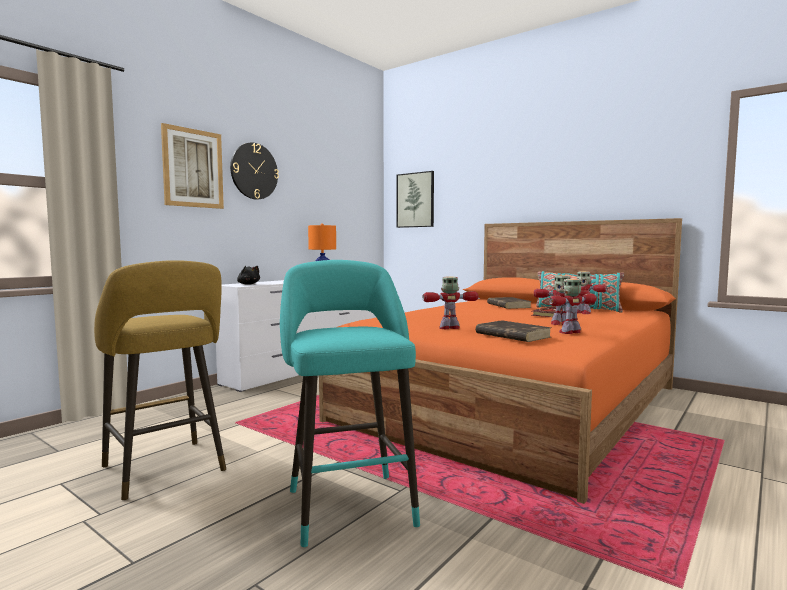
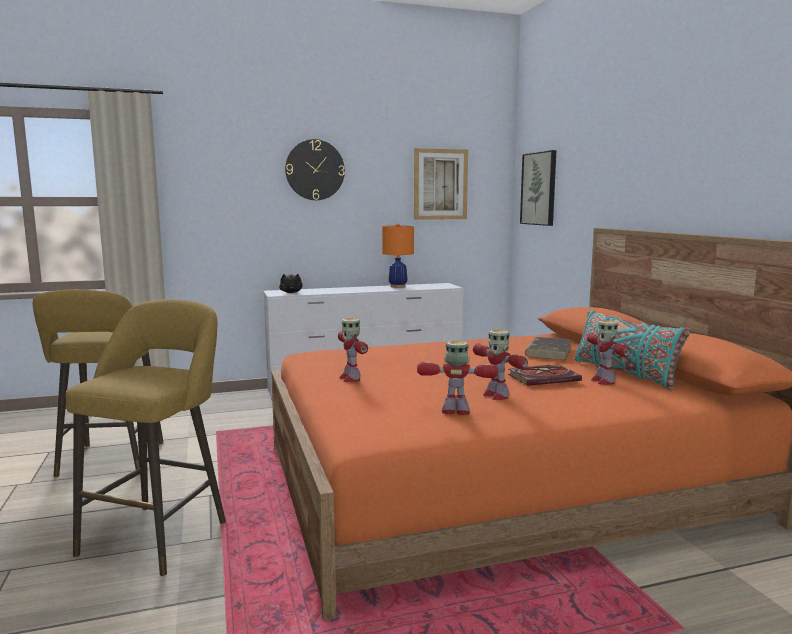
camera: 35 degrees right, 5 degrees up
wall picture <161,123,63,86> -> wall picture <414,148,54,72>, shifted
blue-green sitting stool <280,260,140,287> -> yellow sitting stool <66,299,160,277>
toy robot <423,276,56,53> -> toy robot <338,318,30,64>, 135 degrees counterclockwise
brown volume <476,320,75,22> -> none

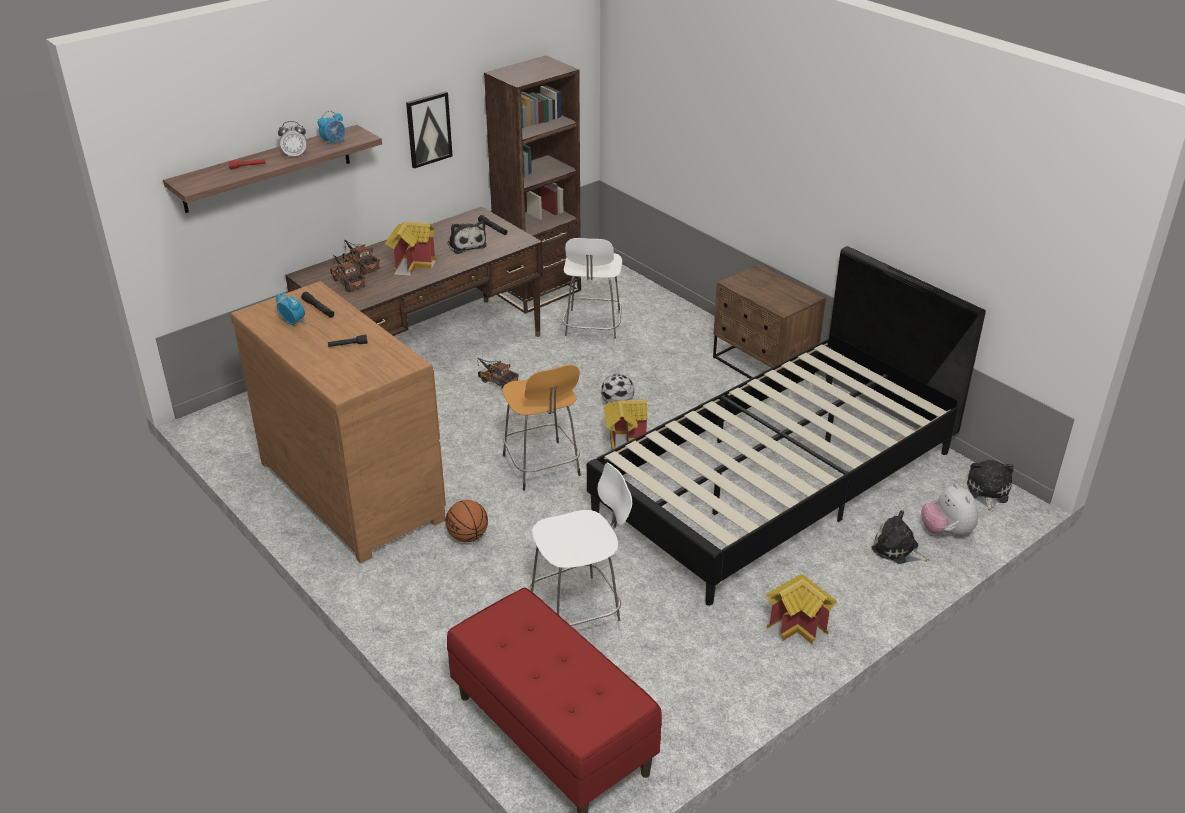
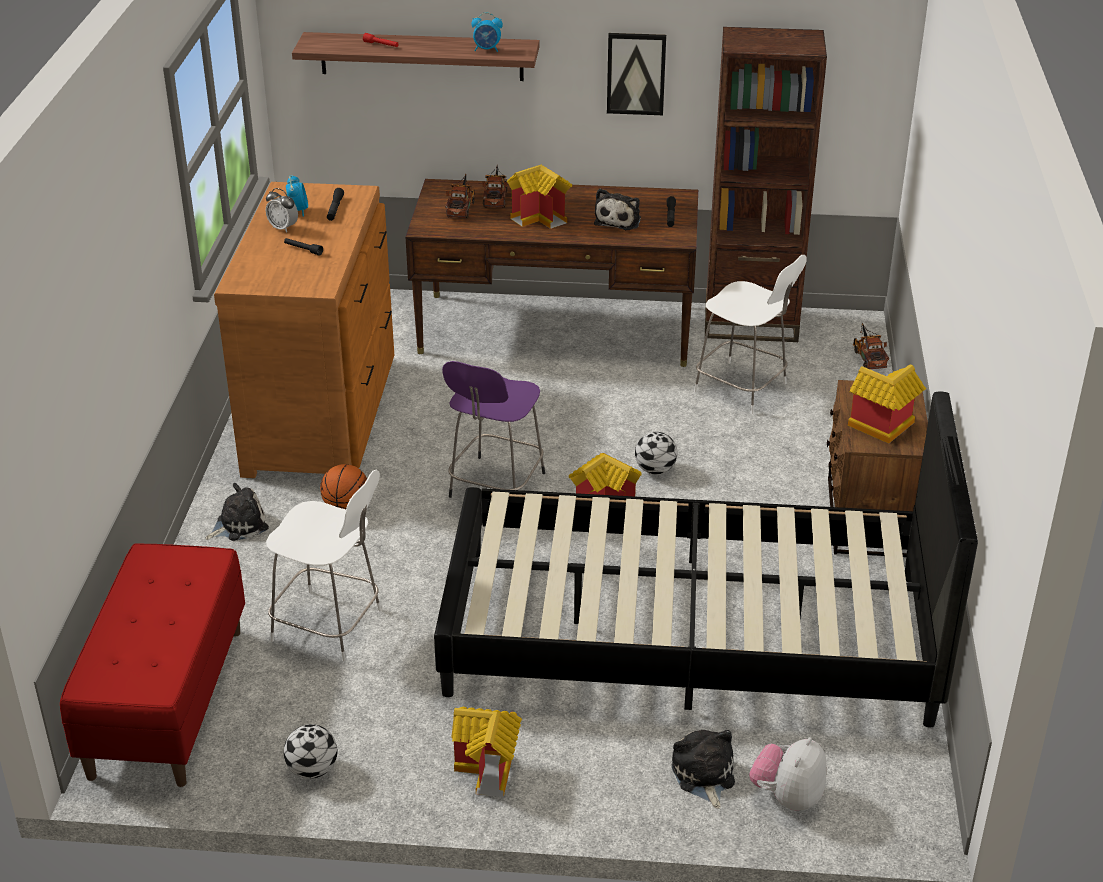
camera: 45 degrees right, 0 degrees up
alarm clock <278,121,28,37> -> alarm clock <266,188,32,45>, shifted
whitish upright chair <563,238,59,107> -> whitish upright chair <694,255,113,159>, 105 degrees counterclockwise
model truck <477,358,42,31> -> model truck <853,323,36,46>, shifted
orange-coloured sitting stool <502,365,79,126> -> purple sitting stool <442,361,103,137>
soft toy <967,460,47,52> -> soft toy <205,483,64,58>, shifted
none -> miniature house <848,364,78,79>
none -> ball for football <284,724,53,55>

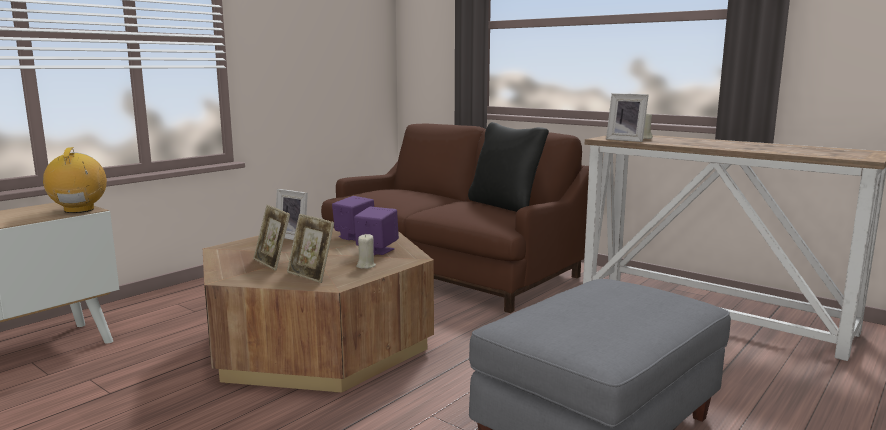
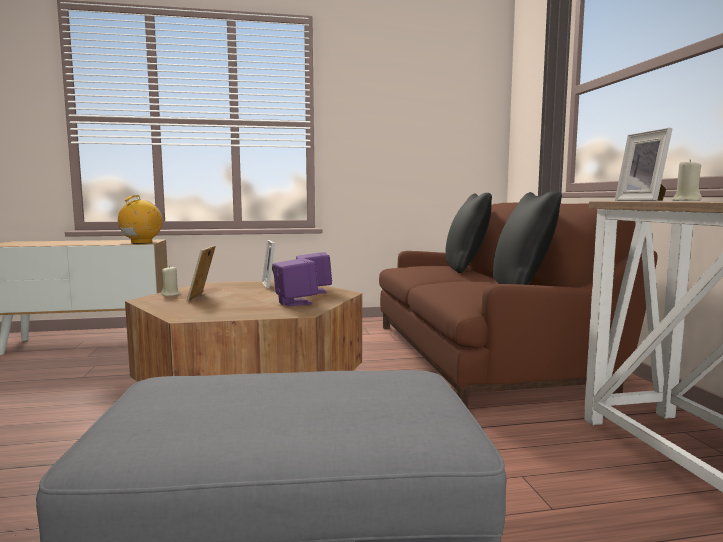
camera: 40 degrees right, 5 degrees down
standing frame <287,214,47,69> -> none
beige candle <356,234,20,35> -> beige candle <161,266,20,30>, shifted
none -> black-coloured cushion <445,193,47,80>

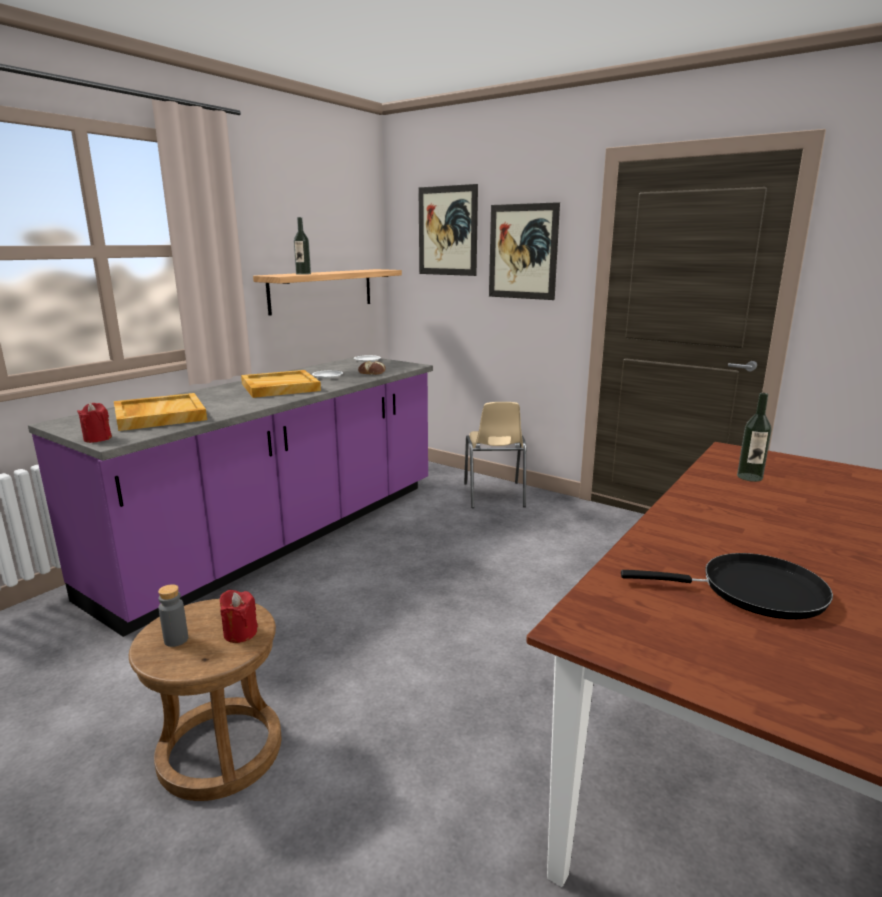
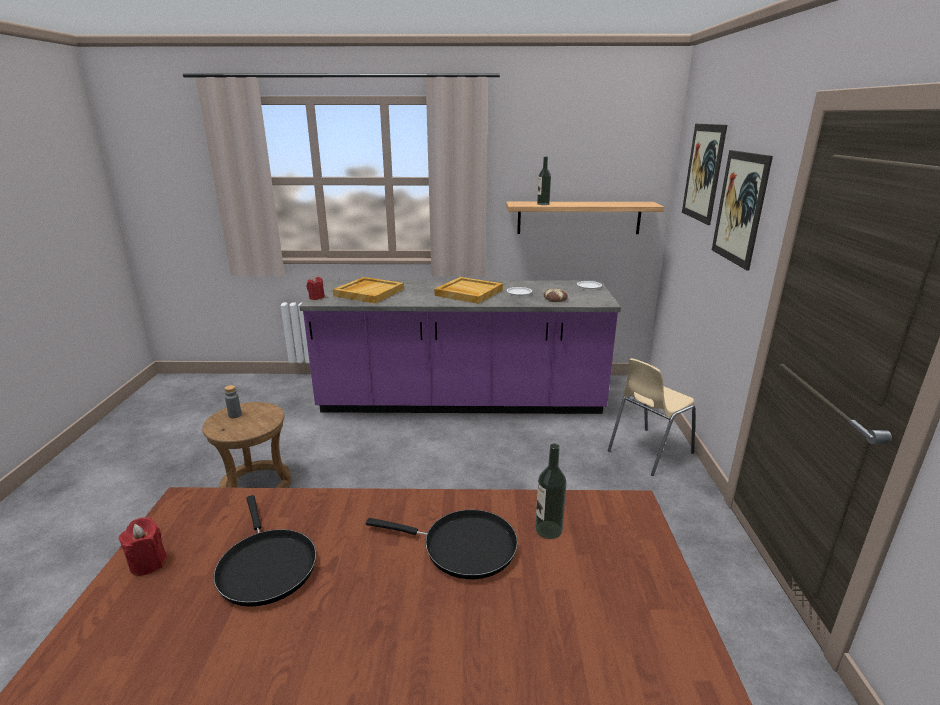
camera: 55 degrees right, 5 degrees up
reddish candle <220,590,38,53> -> reddish candle <118,517,49,59>, shifted
none -> black-coloured skillet <366,509,152,70>

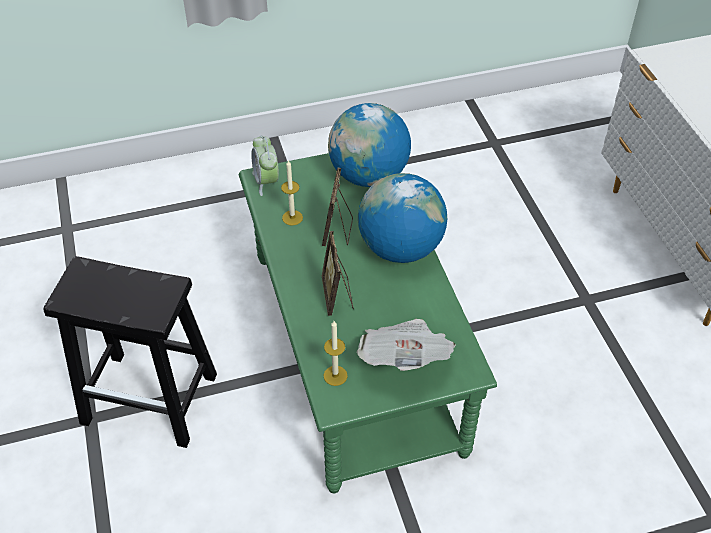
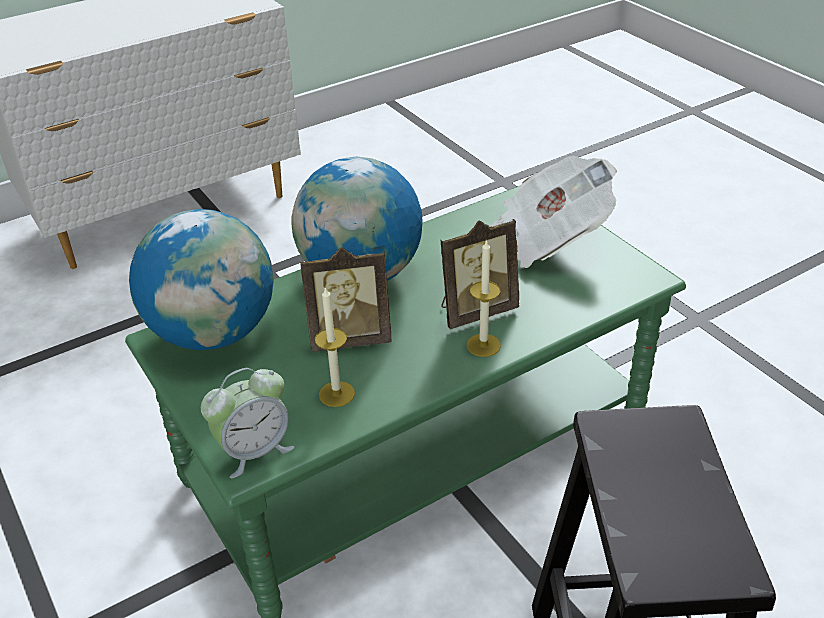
camera: 105 degrees left, 10 degrees down
candle <323,321,25,65> -> candle <467,239,34,118>, shifted

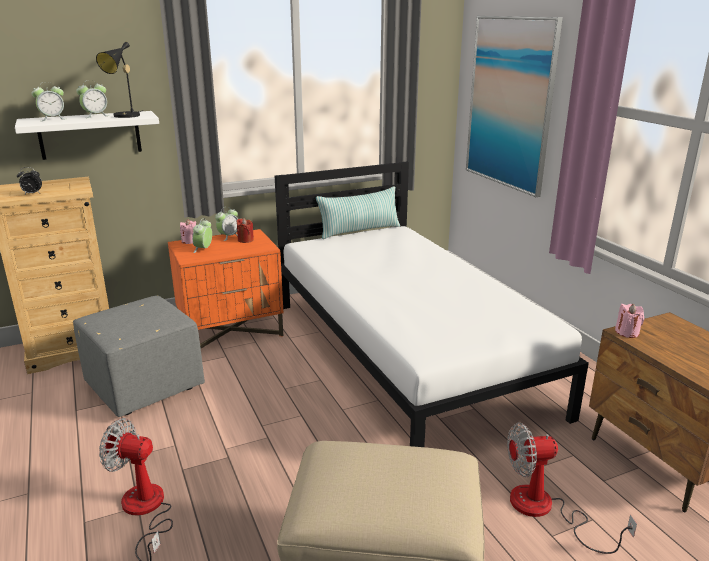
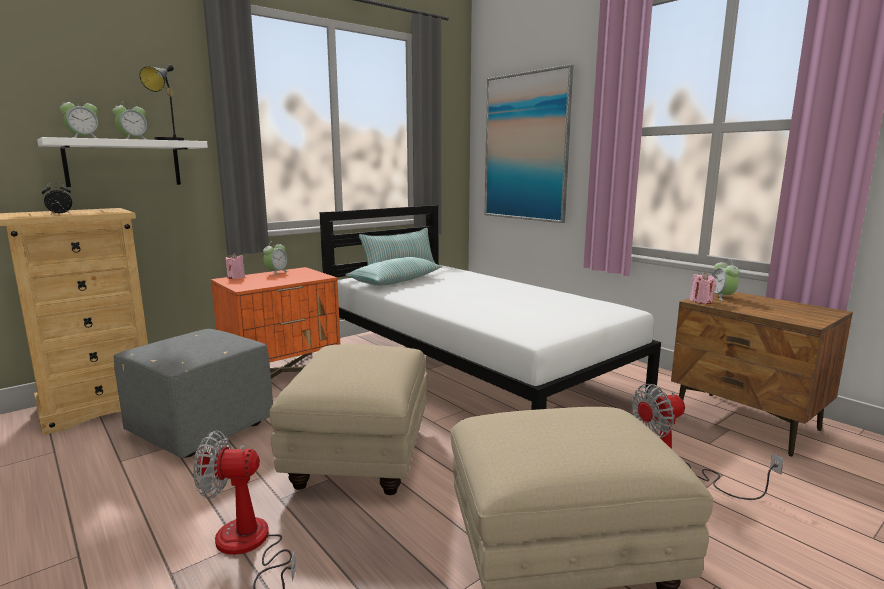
camera: 15 degrees left, 10 degrees down
alarm clock <192,218,20,35> -> alarm clock <712,259,27,42>, shifted
reddish candle <236,218,18,25> -> none
none -> cushion <345,257,97,29>
none -> beige footrest <270,344,157,151>

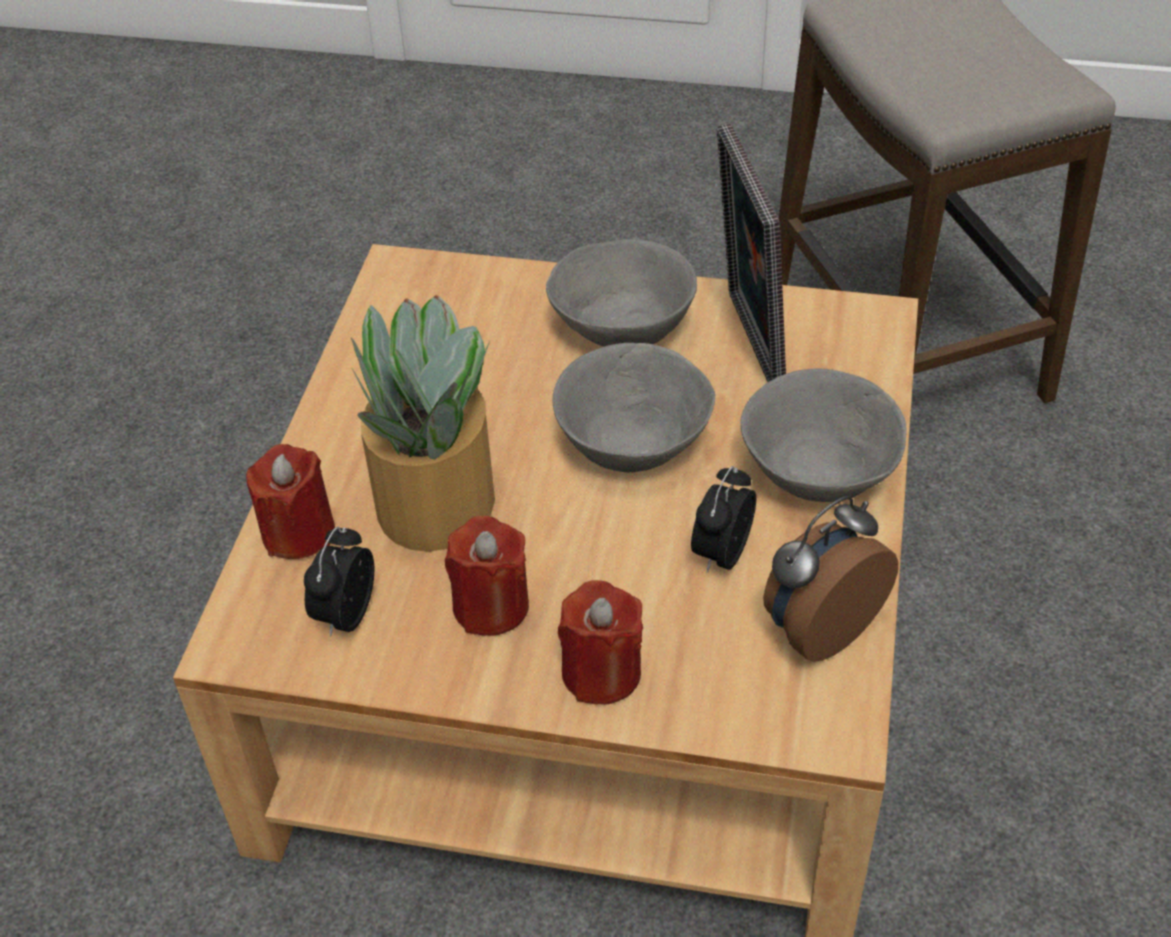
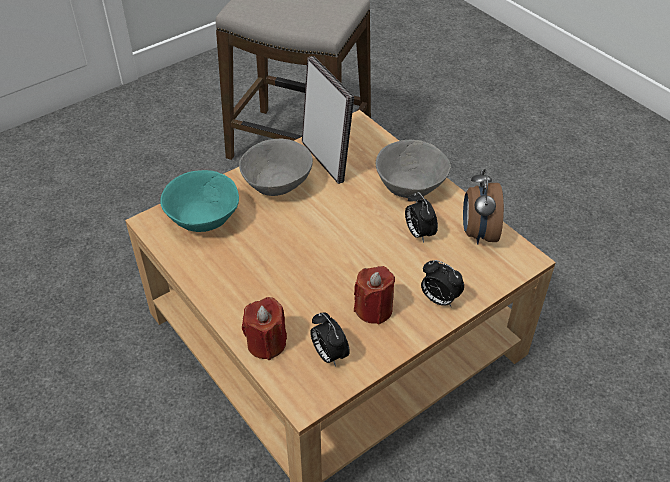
camera: 50 degrees left, 0 degrees up
standing frame <717,123,69,259> -> standing frame <302,56,52,128>, 150 degrees counterclockwise
plant in a pot <351,295,144,257> -> none
greyish deep dish <552,343,163,130> -> none
reddish candle <558,580,85,125> -> alarm clock <421,260,43,47>
none -> blue-green deep dish <160,170,79,62>

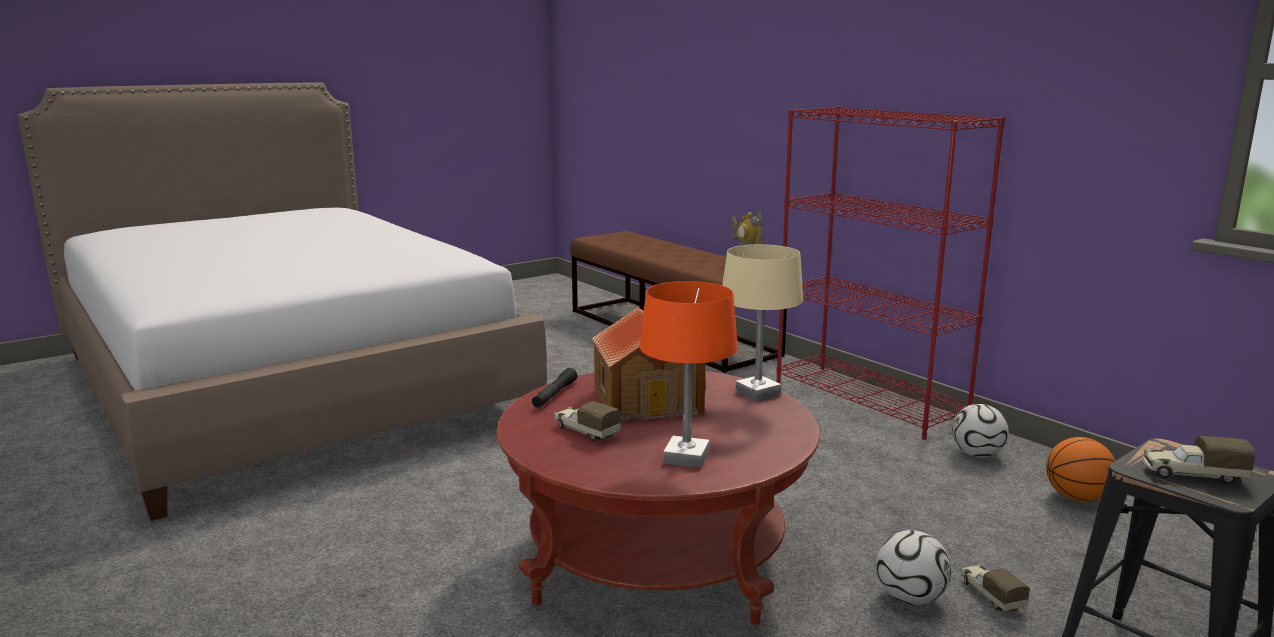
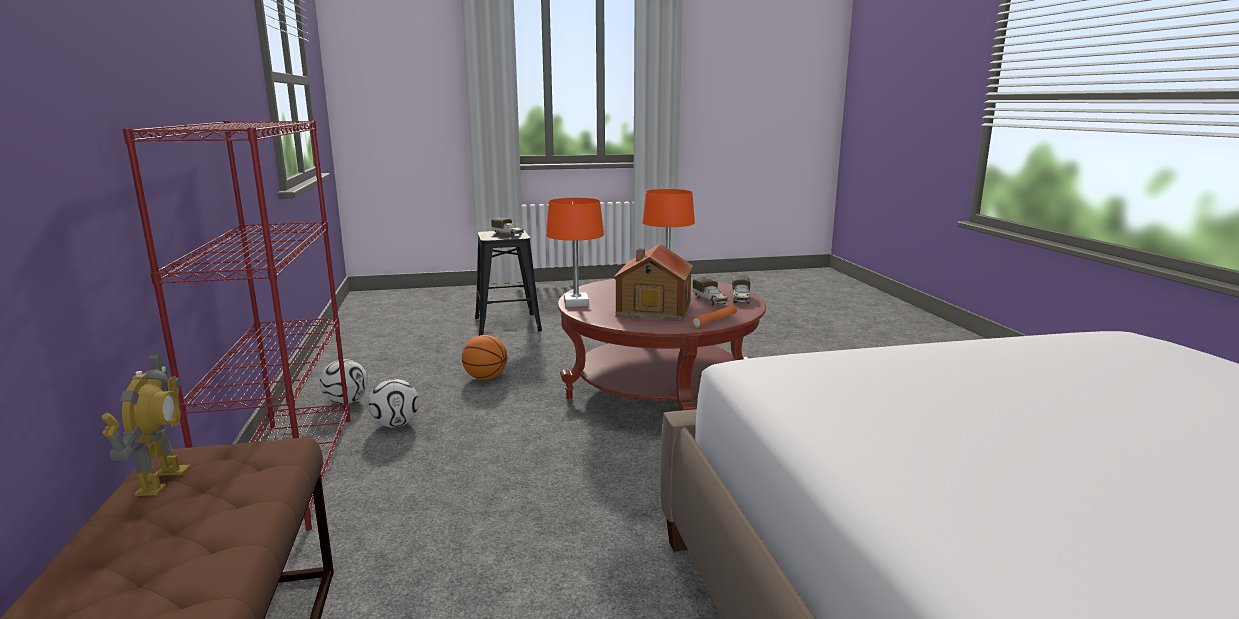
camera: 155 degrees left, 0 degrees up
beige tabletop lamp <722,244,81,158> -> orange-coloured tabletop lamp <546,198,58,109>
black-coloured torch <532,368,45,40> -> orange-coloured torch <691,305,46,23>
basketball <1046,437,69,65> -> basketball <462,335,45,45>, shifted
ball for football <876,530,75,75> -> ball for football <369,379,50,48>, shifted
model truck <960,564,70,49> -> model truck <732,275,19,29>, shifted

